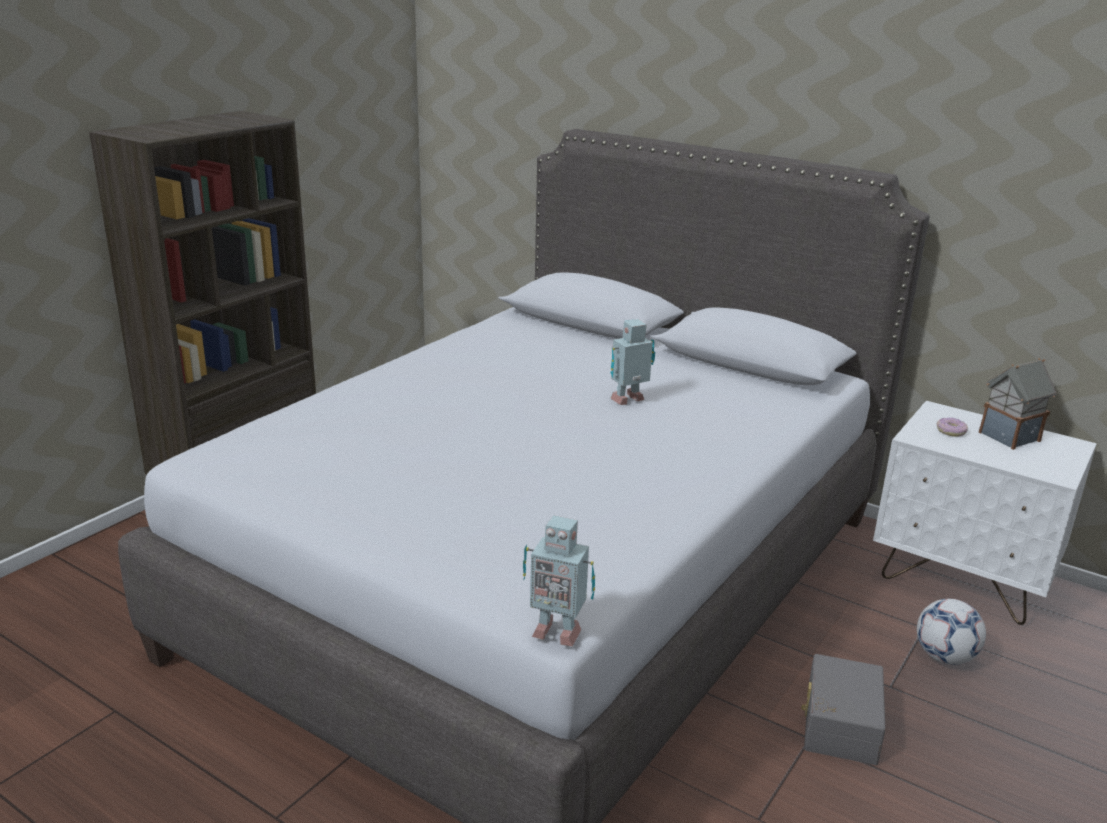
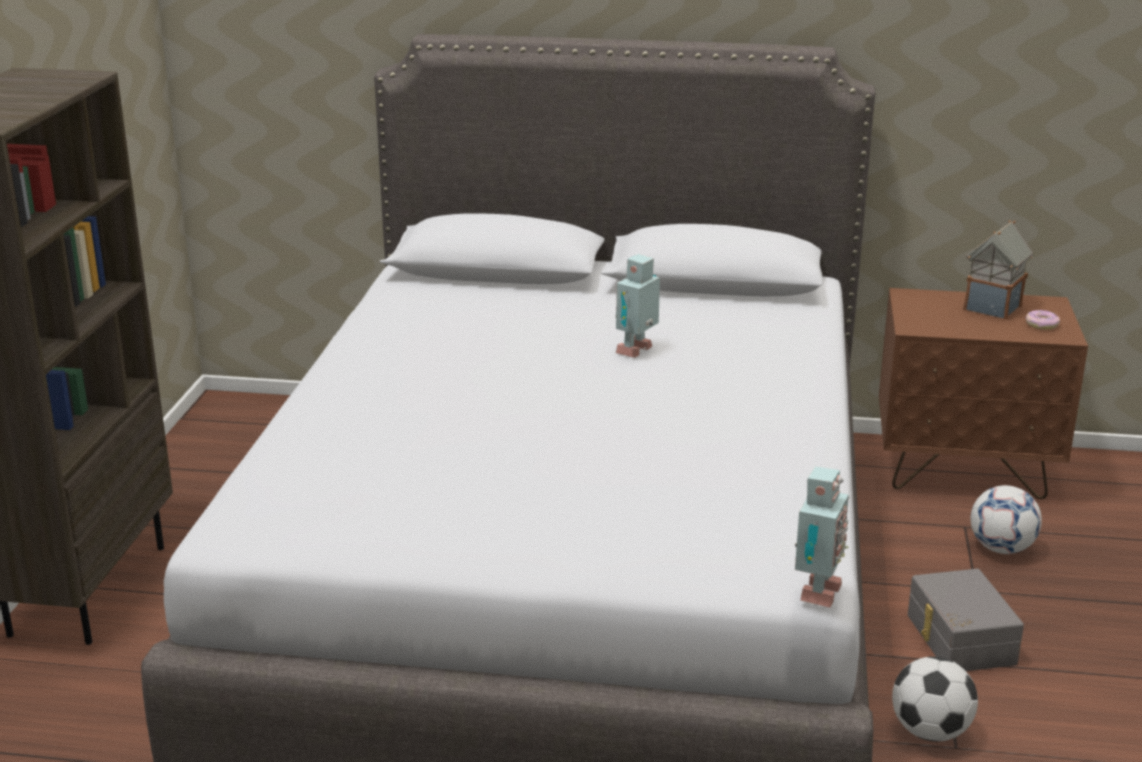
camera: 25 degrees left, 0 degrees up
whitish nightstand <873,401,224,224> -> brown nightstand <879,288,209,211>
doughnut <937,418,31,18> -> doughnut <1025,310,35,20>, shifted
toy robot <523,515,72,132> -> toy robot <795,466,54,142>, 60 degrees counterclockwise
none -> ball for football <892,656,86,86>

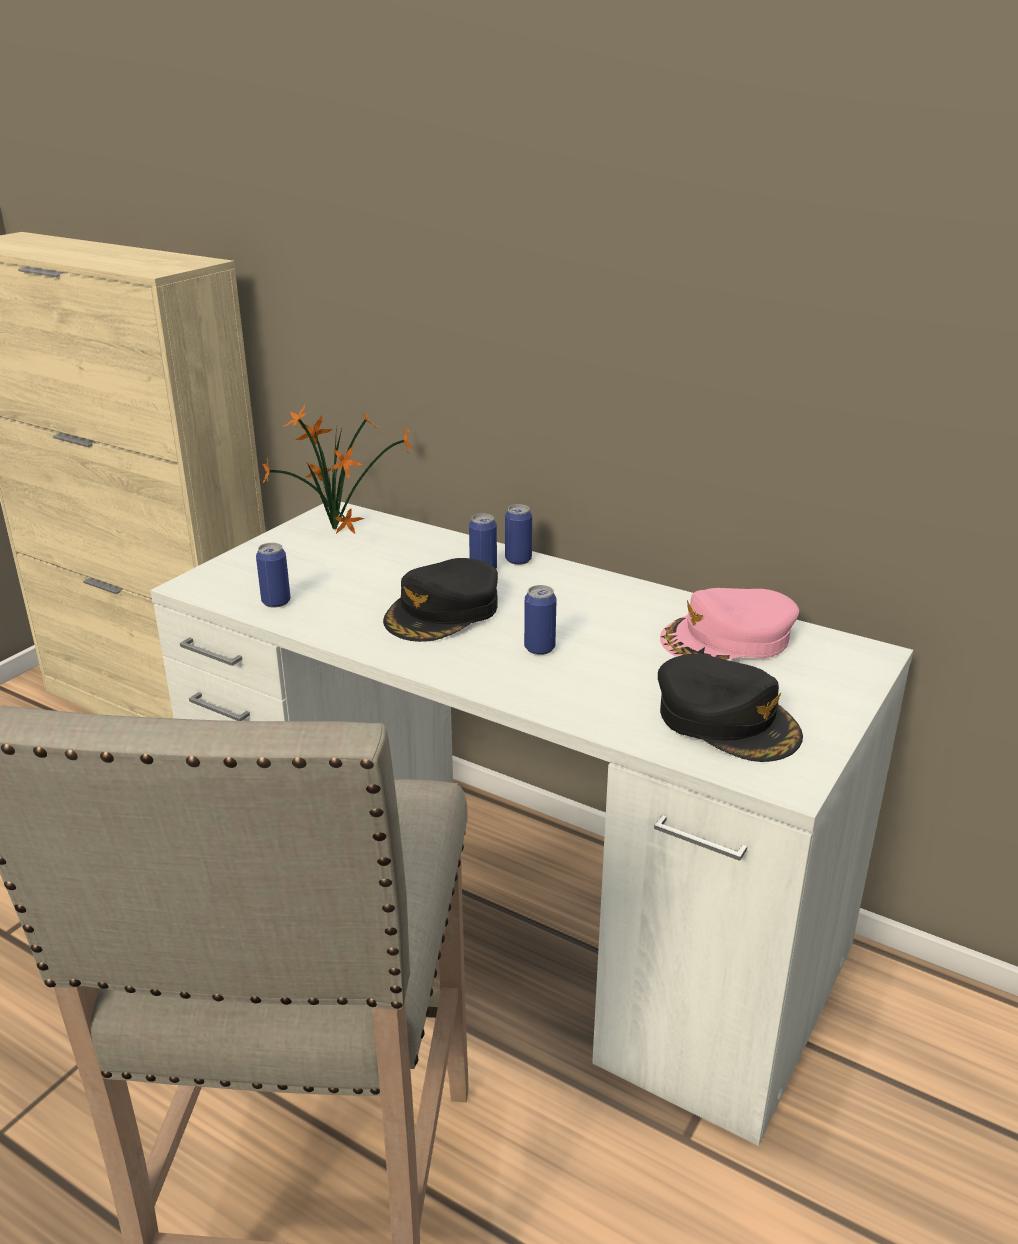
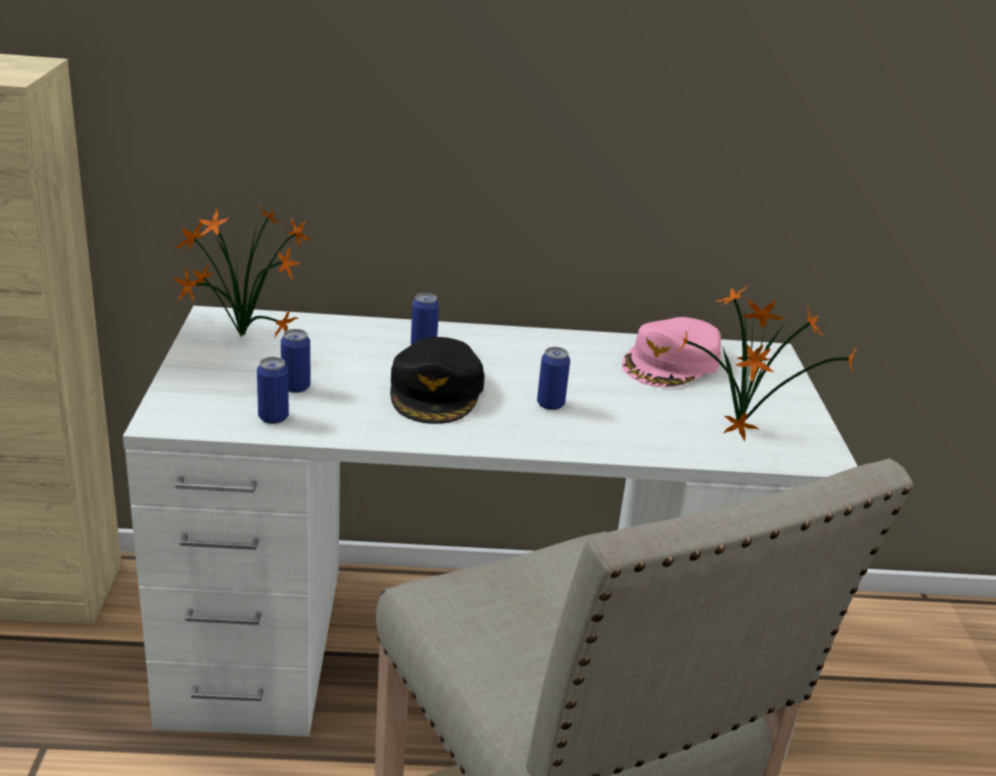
camera: 35 degrees left, 0 degrees up
can <505,504,27,61> -> can <281,329,29,64>, shifted
black-coloured peaked cap <658,654,145,108> -> plant in a pot <676,286,181,156>

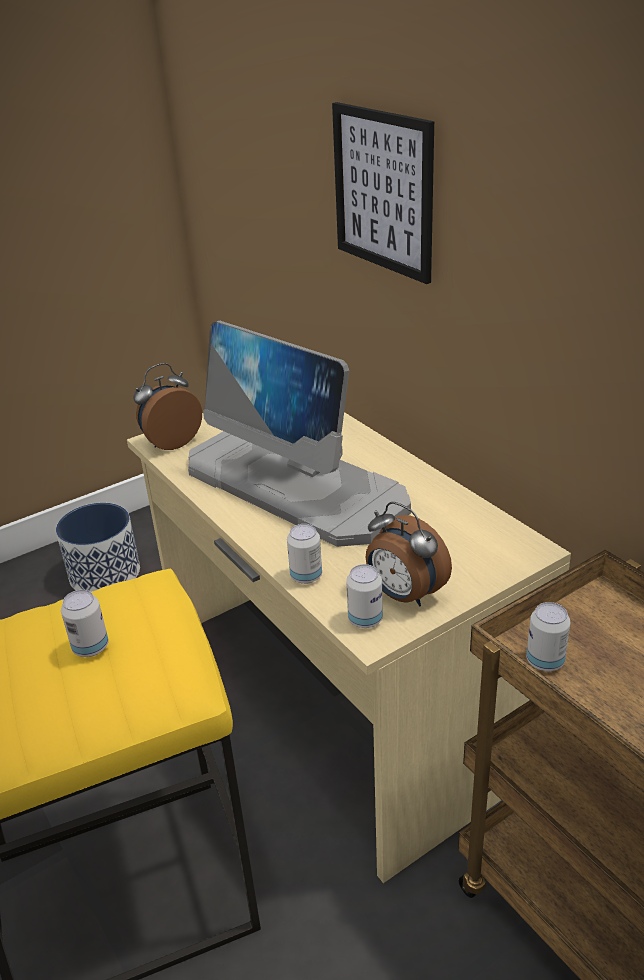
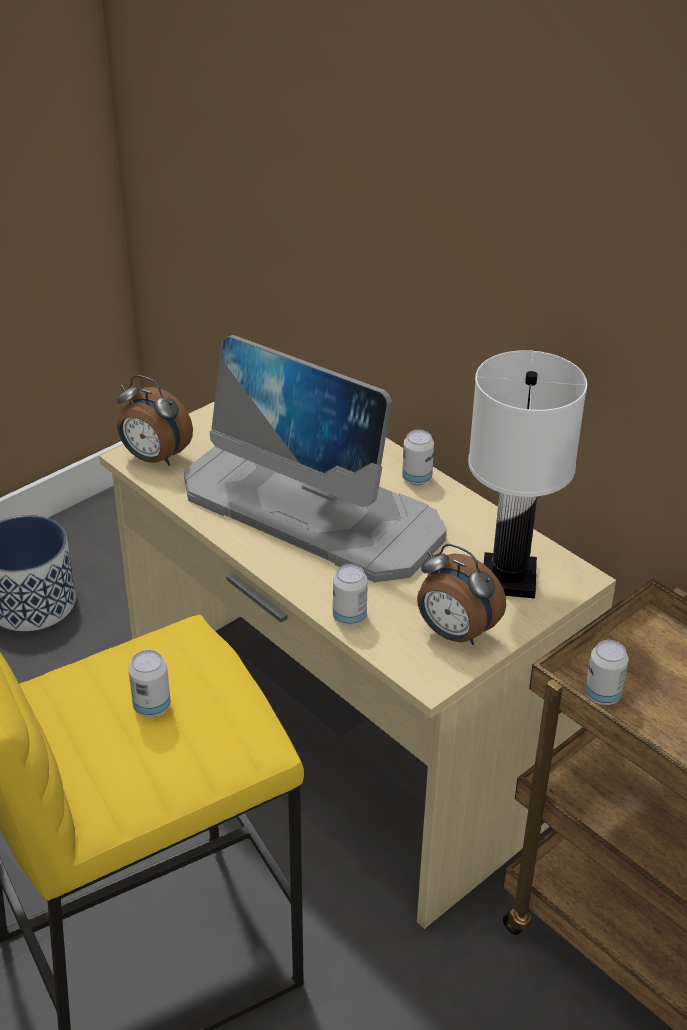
camera: 10 degrees left, 5 degrees up
wall picture <332,102,102,182> -> none
alarm clock <133,363,69,87> -> alarm clock <116,375,77,91>, 105 degrees counterclockwise
can <346,564,37,64> -> can <402,430,32,55>, shifted
none -> whitish tabletop lamp <468,350,119,248>

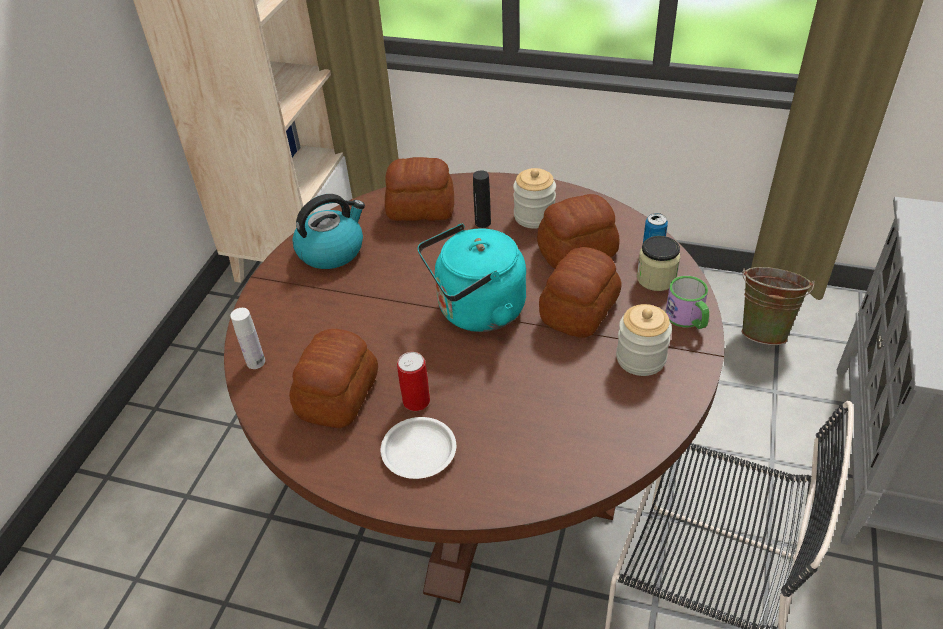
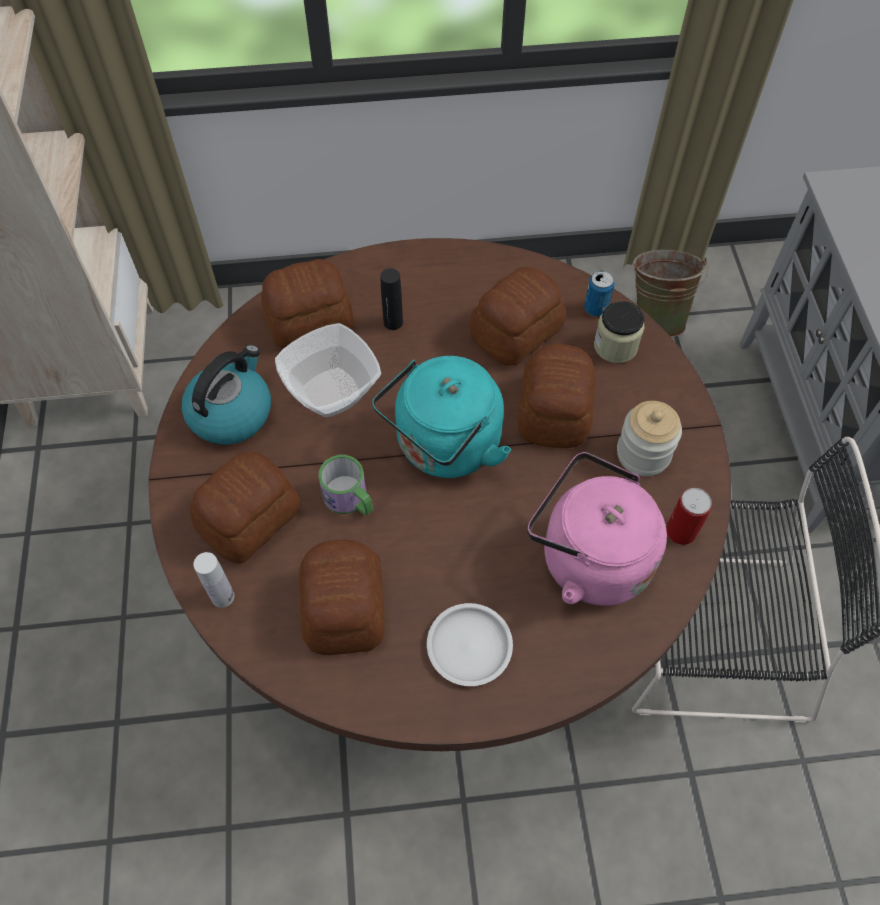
camera: 25 degrees left, 15 degrees up
storage jar <513,168,43,61> -> none
coffee mug <665,276,44,53> -> coffee mug <318,455,55,60>, shifted
can <397,352,33,59> -> can <666,488,46,57>, shifted
none -> deep dish <275,323,106,94>
none -> baked bread <190,451,111,113>
none -> pink tea kettle <528,452,139,154>

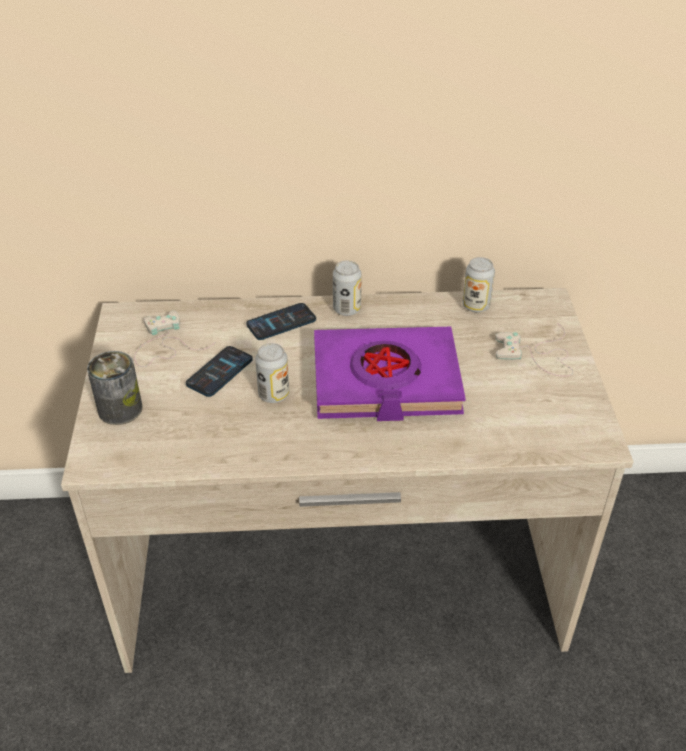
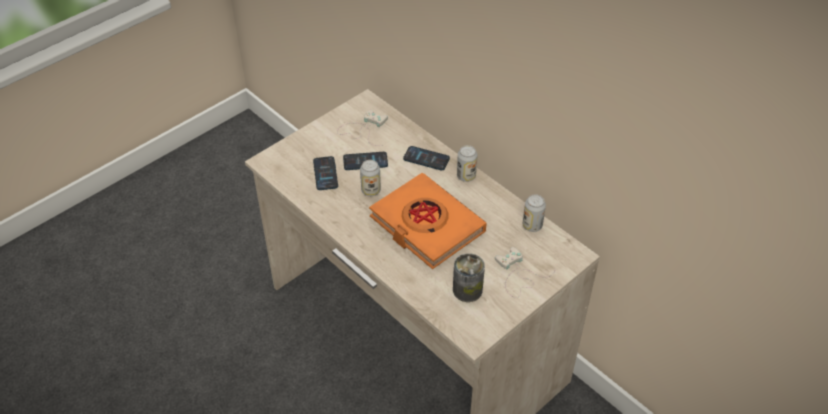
camera: 50 degrees right, 5 degrees up
purple volume <314,327,152,94> -> orange-coloured volume <369,173,118,96>
can <87,351,55,74> -> can <453,253,32,49>, shifted
none -> phone <313,156,25,34>

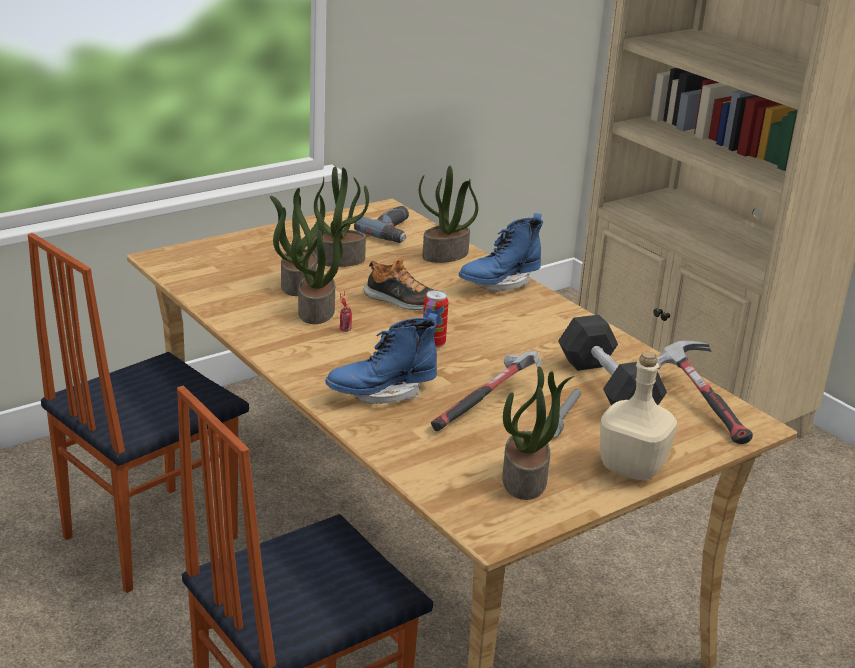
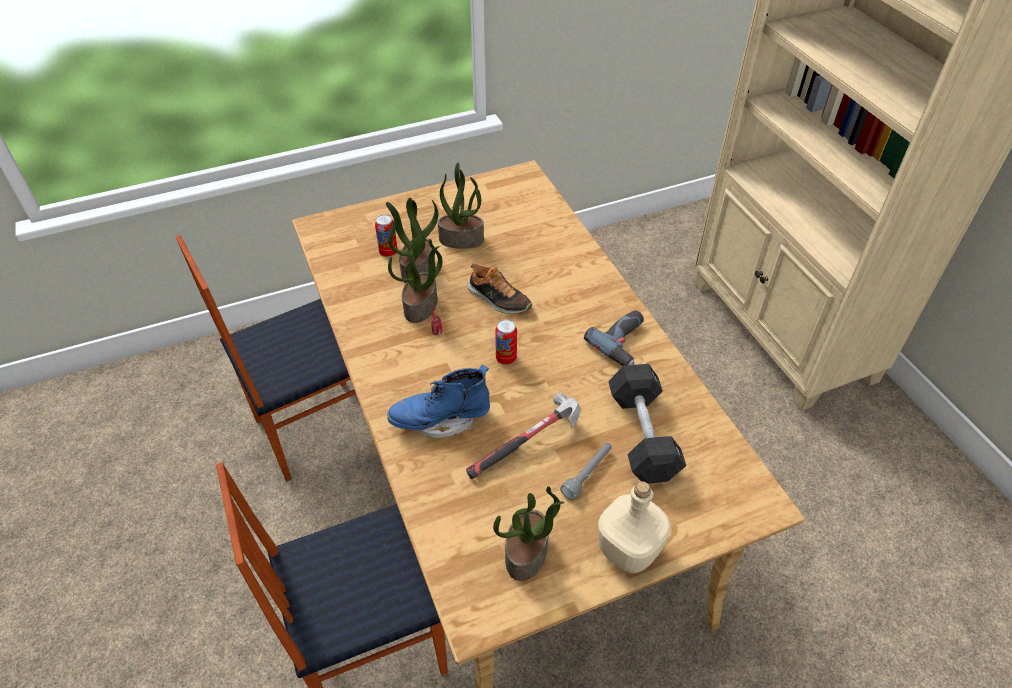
camera: 15 degrees right, 20 degrees up
plant in a pot <419,166,59,97> -> none
power drill <354,206,55,37> -> power drill <584,310,60,56>, shifted
blue tall boot <459,213,84,78> -> none
hammer <657,340,96,104> -> none
none -> can <375,214,22,43>

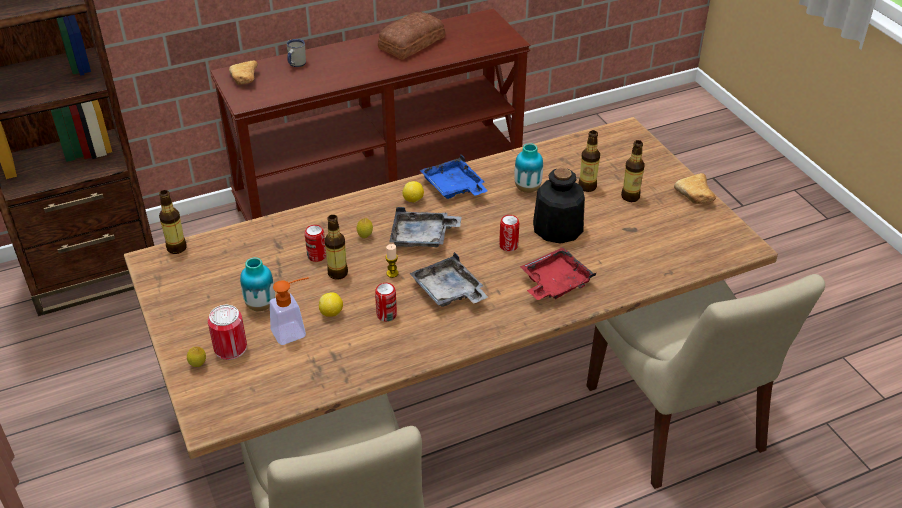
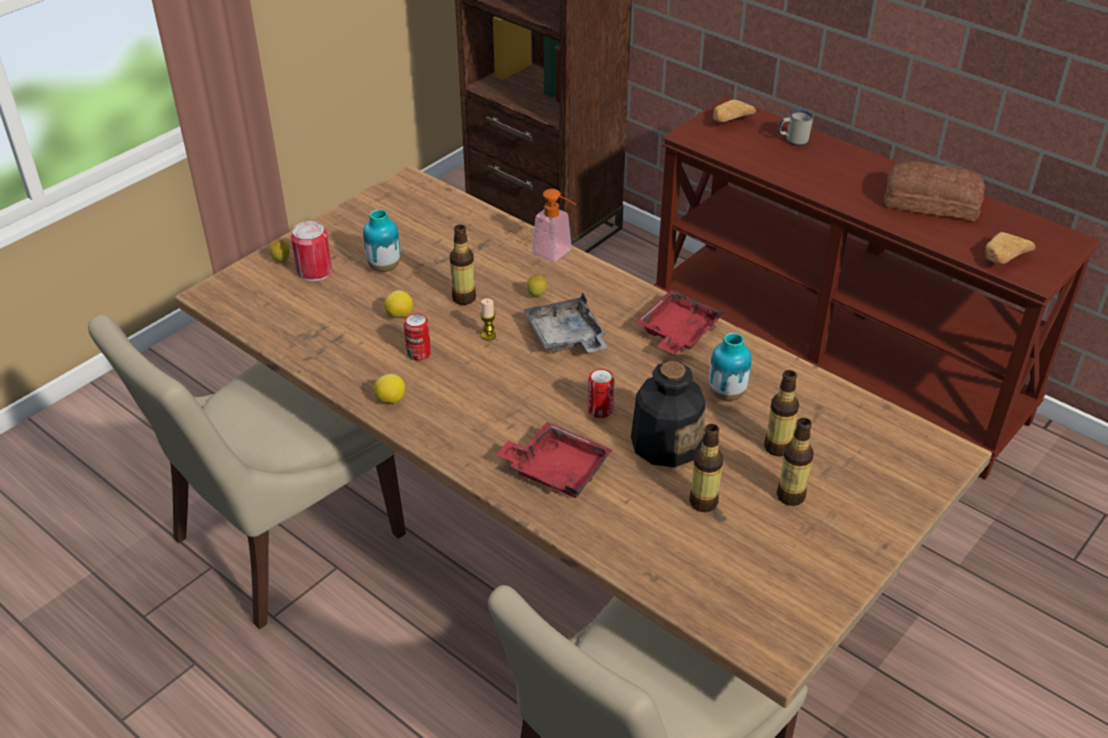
camera: 65 degrees right, 0 degrees up
blue carrying tray <420,155,68,44> -> reddish carrying tray <635,290,90,64>
baked bread <674,173,42,31> -> baked bread <985,232,51,32>, shifted
whole lemon <402,181,22,22> -> whole lemon <374,374,31,29>, shifted
drink bottle <159,190,28,64> -> drink bottle <689,424,34,88>, shifted
can <305,225,21,37> -> none
greyish carrying tray <409,252,79,55> -> none
soap bottle <270,277,39,68> -> soap bottle <532,189,45,73>, shifted

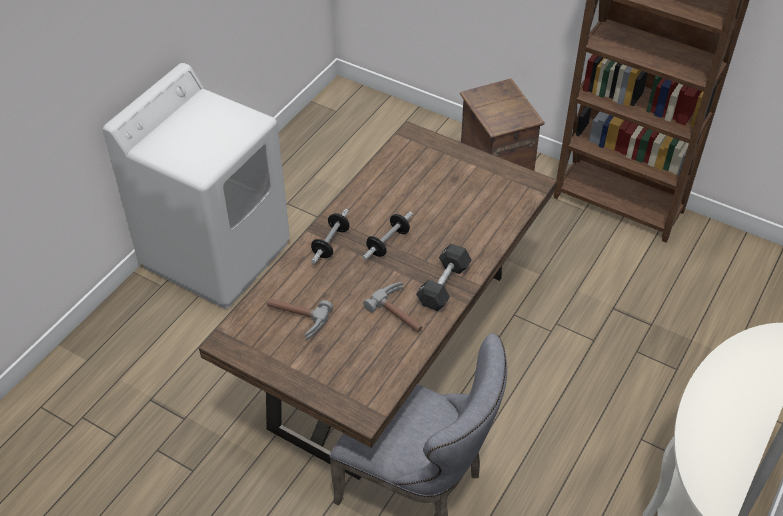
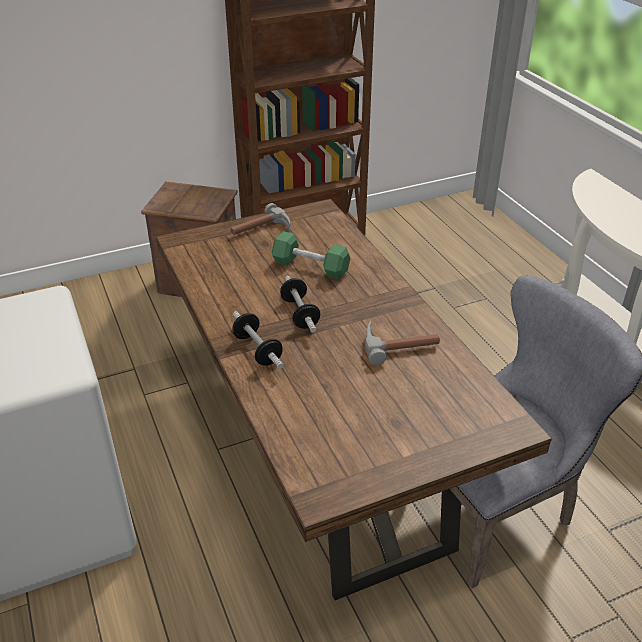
camera: 55 degrees left, 10 degrees down
black-coloured hand weight <416,244,56,67> -> none
hammer <267,298,66,42> -> hammer <230,203,61,32>, shifted
none -> greenish hand weight <272,231,78,49>

